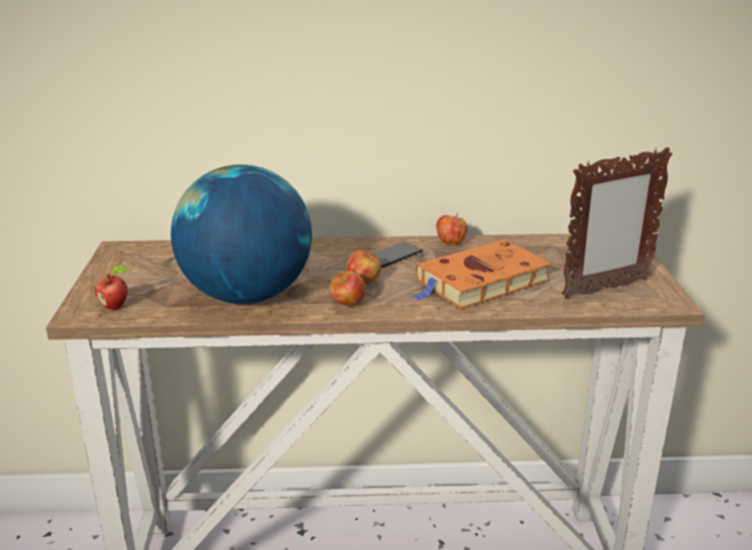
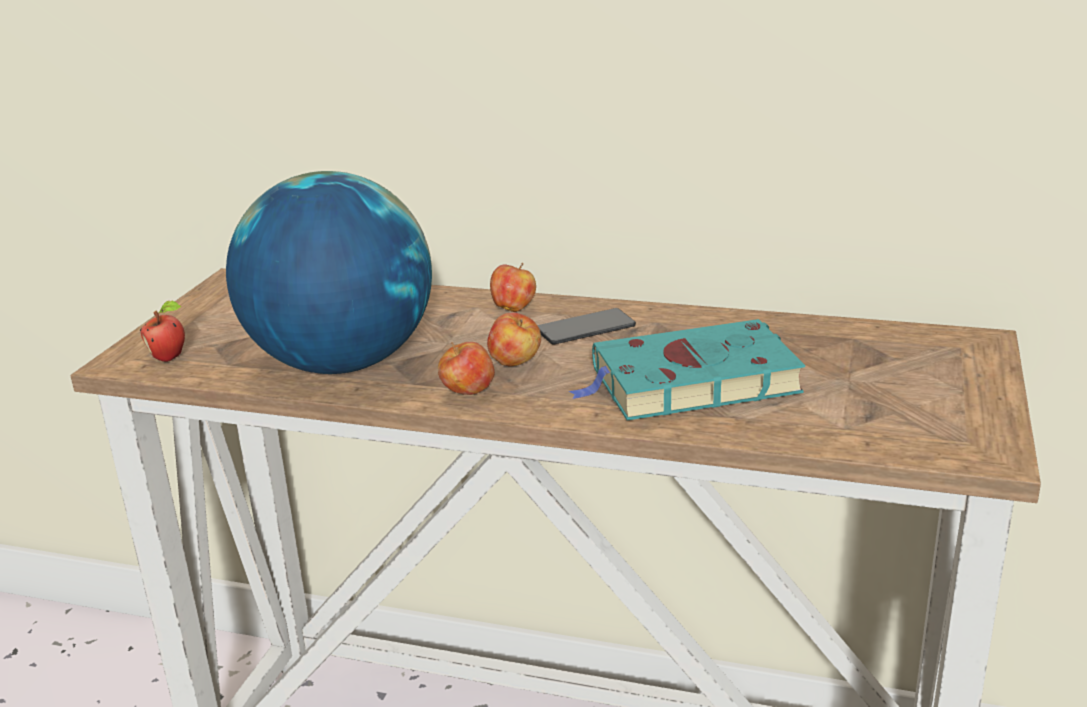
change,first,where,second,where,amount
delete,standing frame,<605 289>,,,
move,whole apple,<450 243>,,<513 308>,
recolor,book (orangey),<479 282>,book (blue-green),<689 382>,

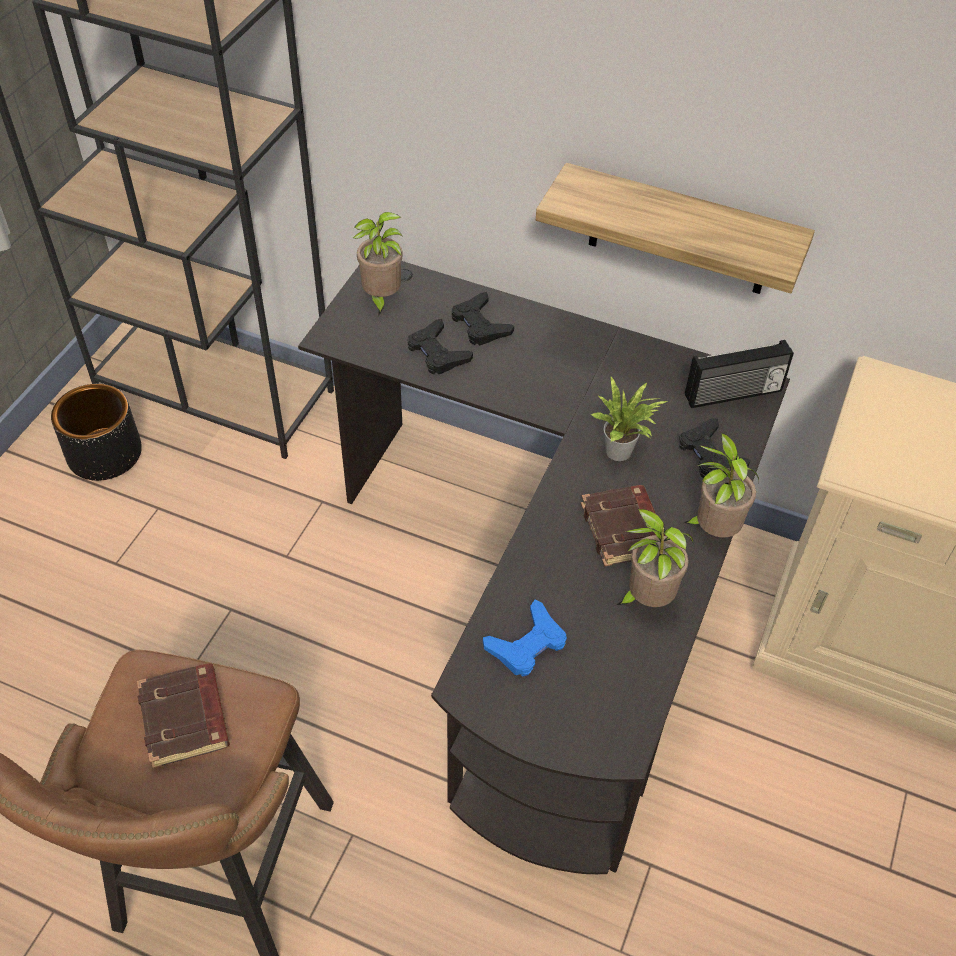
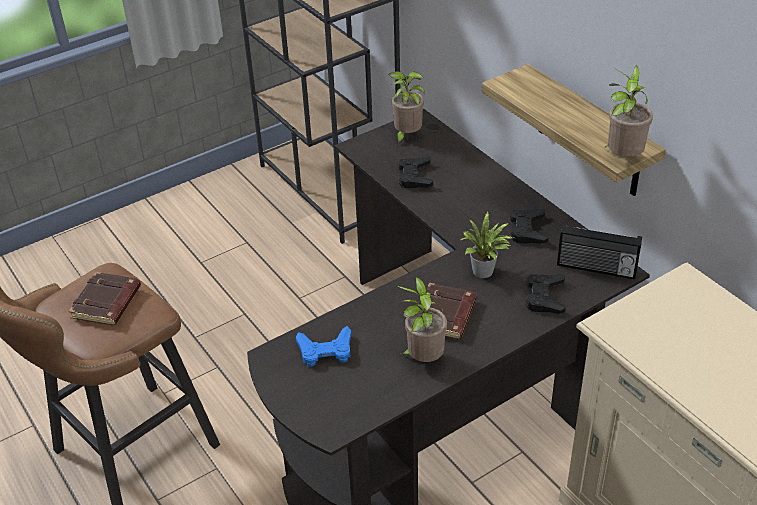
change,first,where,second,where,amount
delete,planter (black-coloured),<105 454>,,,
move,joypad (black-coloured),<480 325>,,<528 230>,
move,plant in a pot,<712 530>,,<622 158>,

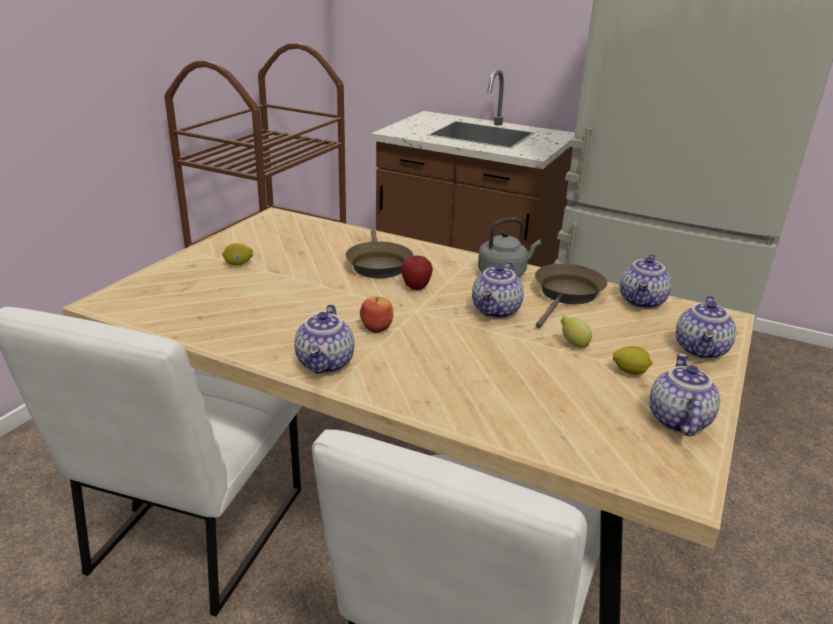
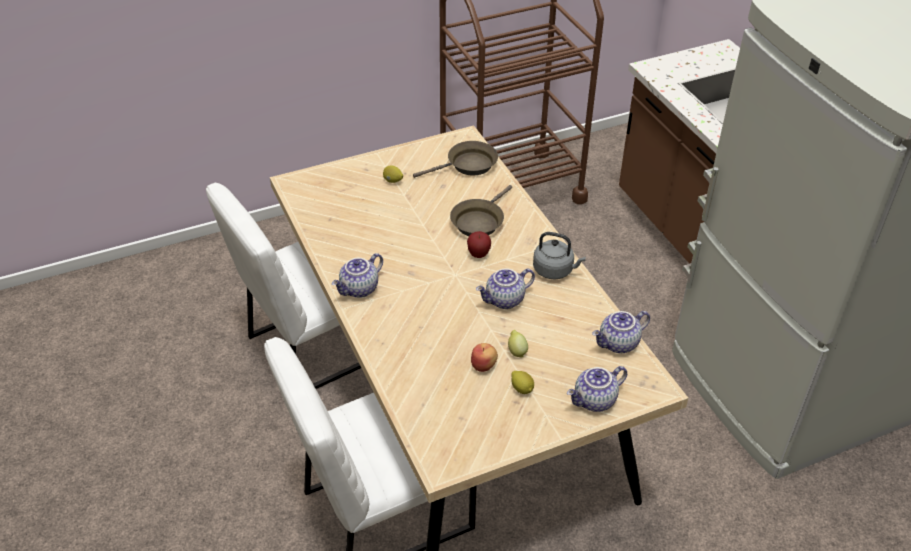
change,first,where,second,where,amount
delete,pot for tea,<676 420>,,,
move,whole apple,<377 327>,,<483 365>,
move,frying pan (brown-coloured),<567 295>,,<468 165>,

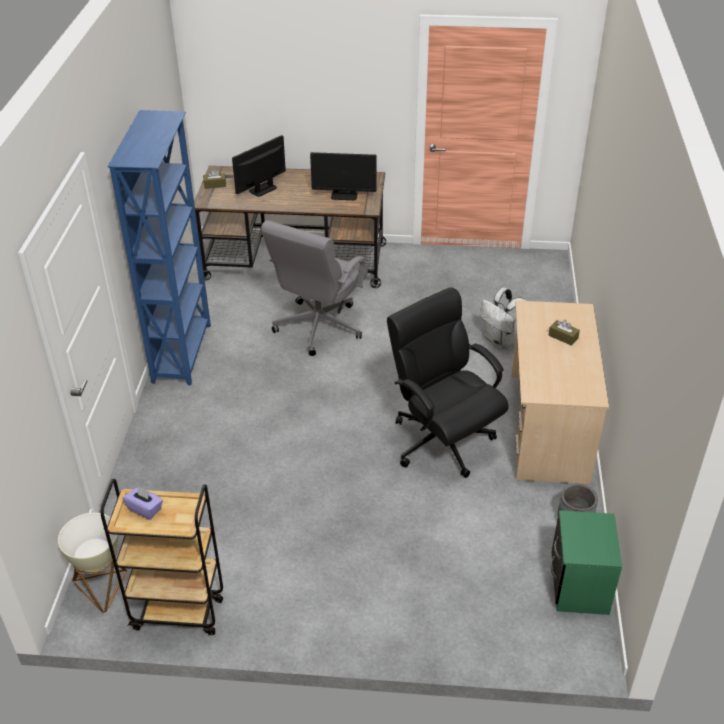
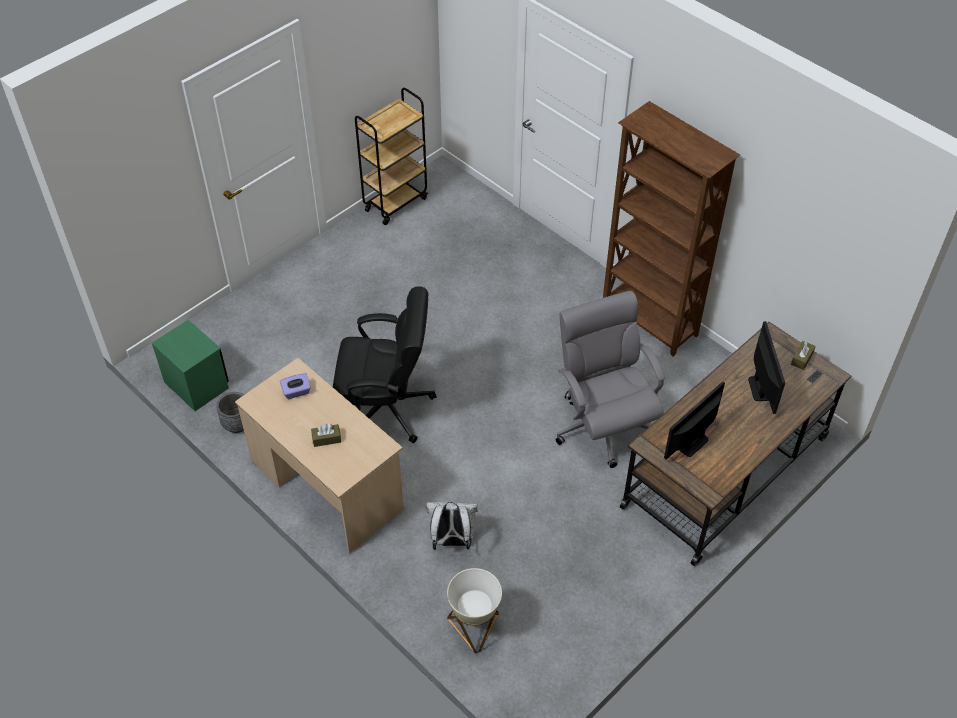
change,first,where,second,where,amount
move,planter,<103 587>,,<474 629>,
move,box of tissues (purplish),<145 509>,,<296 392>,
recolor,shelving unit (bluish),<183 353>,shelving unit (brown-coloured),<649 322>,

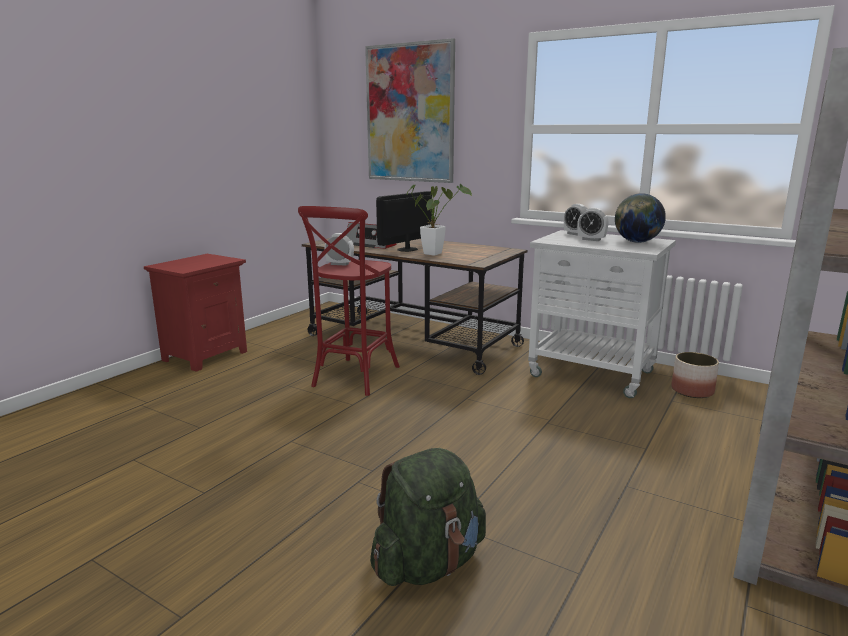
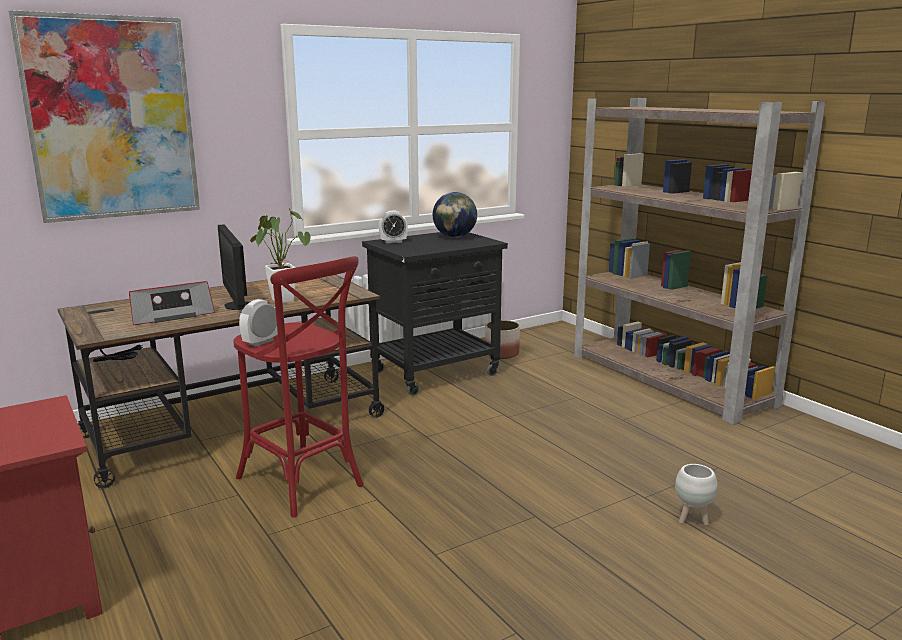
change,first,where,second,where,amount
delete,bedside clock,<591 239>,,,
replace,rucksack (green-coloured),<428 563>,planter (white-coloured),<692 520>,
recolor,wheeled cart (white-coloured),<592 375>,wheeled cart (black-coloured),<436 373>,

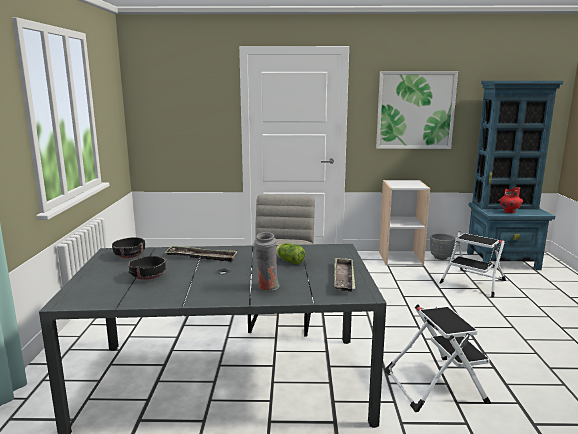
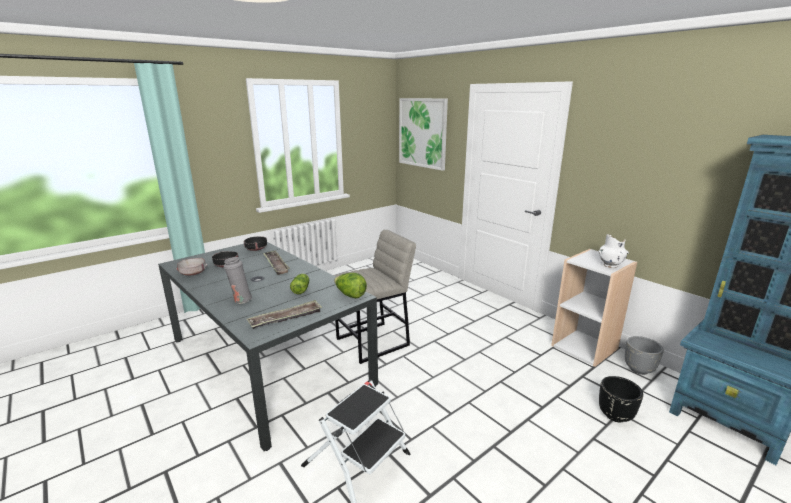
change,first,where,second,where,amount
delete,vase (red),<509 212>,,,
insert,,,bowl (grey),<192 273>,
insert,,,head of lettuce,<350 295>,
insert,,,vase (white-coloured),<610 265>,
move,wall picture,<415 110>,,<422 133>,
replace,stepladder,<474 282>,planter (black-coloured),<615 416>,

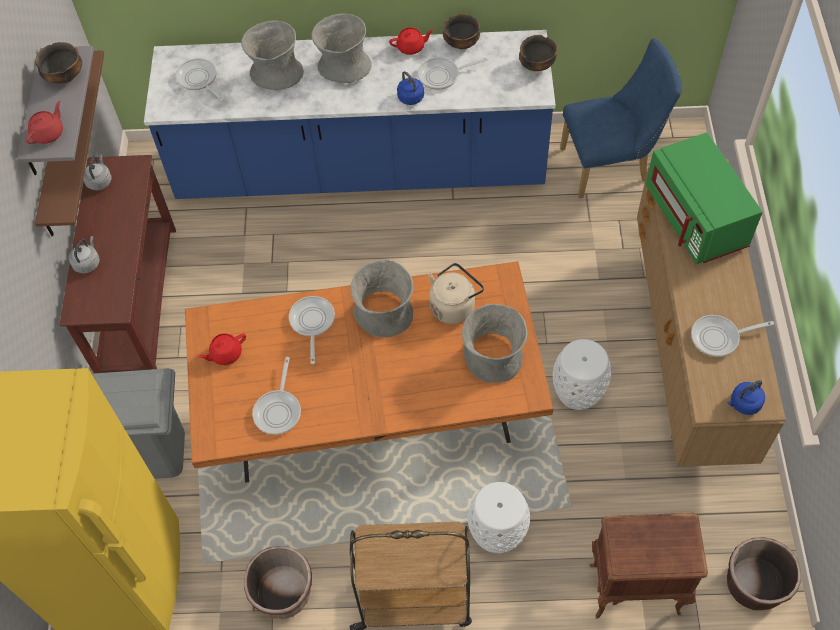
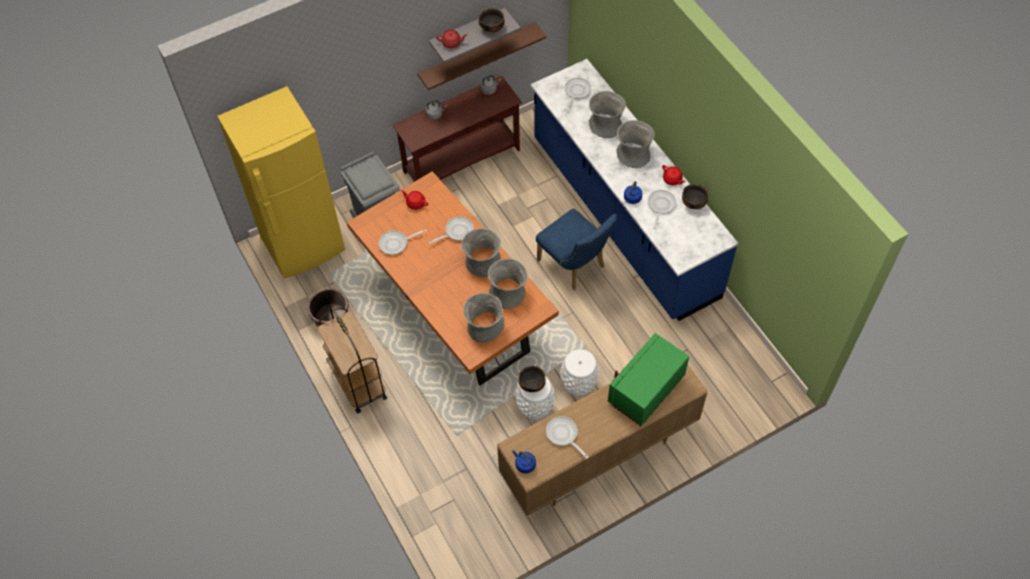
change,first,where,second,where,amount
delete,night table (brown-coloured),<634 589>,,,
delete,planter (brown-coloured),<754 584>,,,
move,stool seat (white-coloured),<497 532>,,<578 383>,
move,bowl,<536 65>,,<532 384>,
move,plain chair (bluish),<610 165>,,<574 266>,
replace,water kettle (beige-coloured),<454 306>,vase (grey),<508 292>,
rotate,frying pan,<442 76>,,<660 206>,60 degrees clockwise

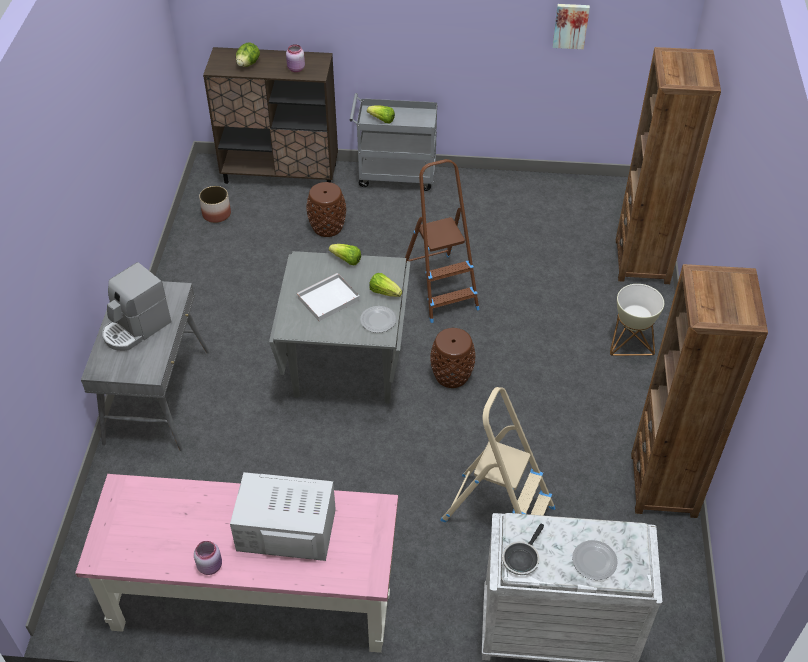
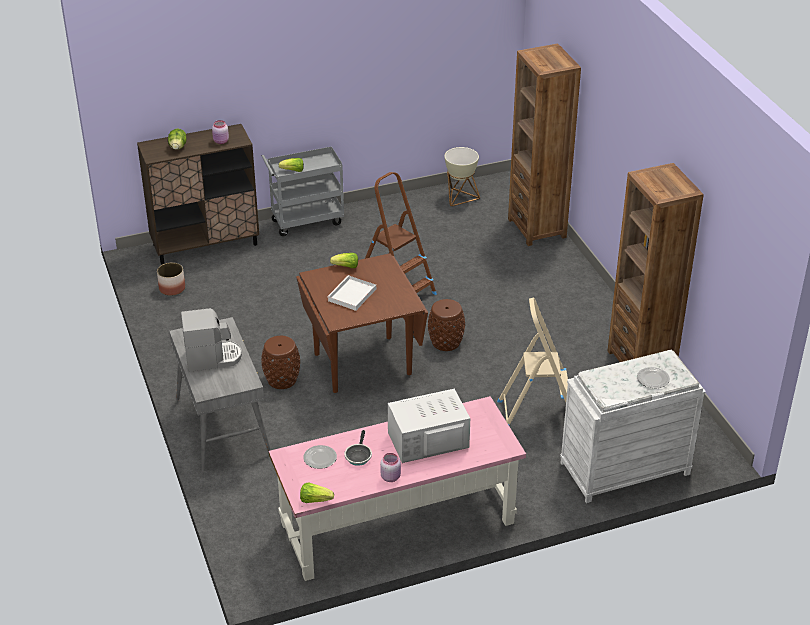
change,first,where,second,where,amount
delete,wall picture,<570 25>,,,
move,stool seat (brown-coloured),<327 227>,,<282 380>,
move,plate,<377 320>,,<319 458>,
move,head of lettuce,<384 292>,,<315 500>,
move,frying pan,<521 558>,,<358 455>,
move,planter,<630 344>,,<460 197>,
recolor,dinner table (grey),<346 370>,dinner table (brown-coloured),<362 363>,
rotate,coffee maker,<136 328>,,<213 358>,120 degrees counterclockwise

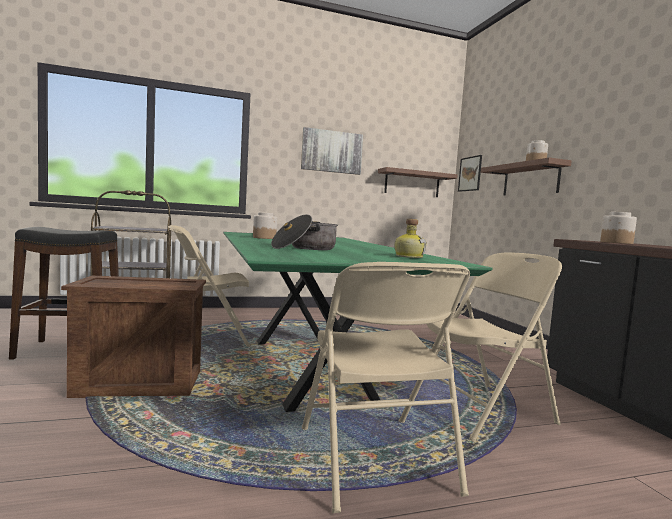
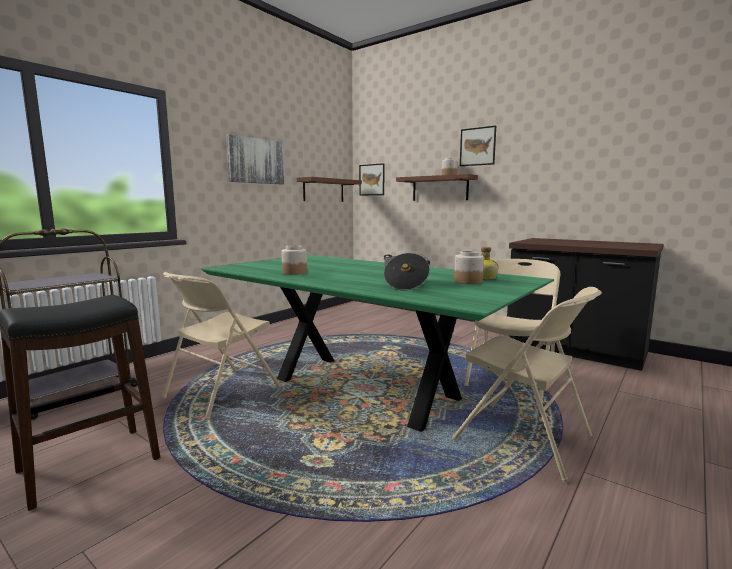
change,first,where,second,where,amount
delete,shipping crate,<141 383>,,,
insert,,,wall picture,<477 146>,
move,preserve jar,<616 242>,,<467 282>,

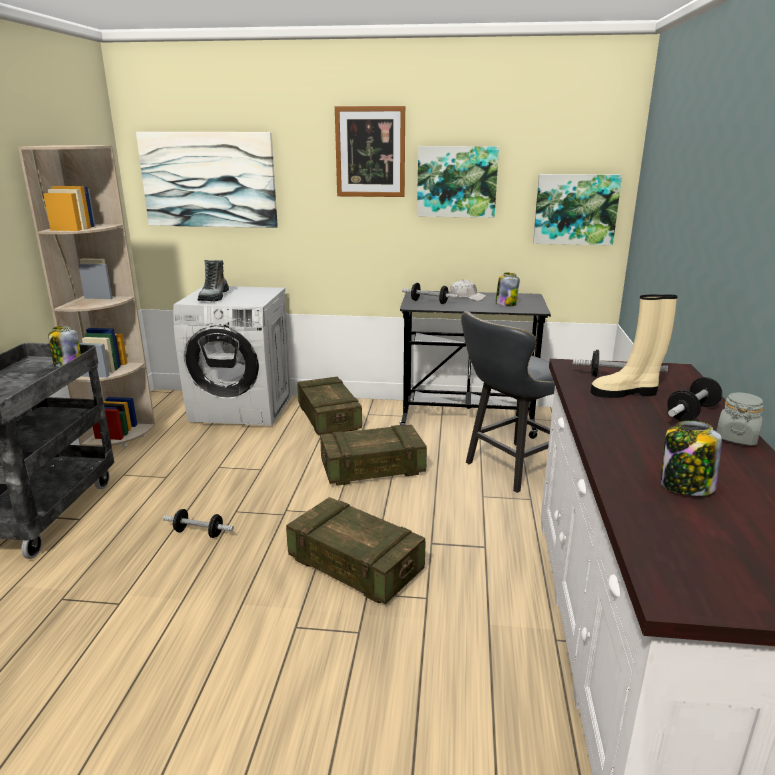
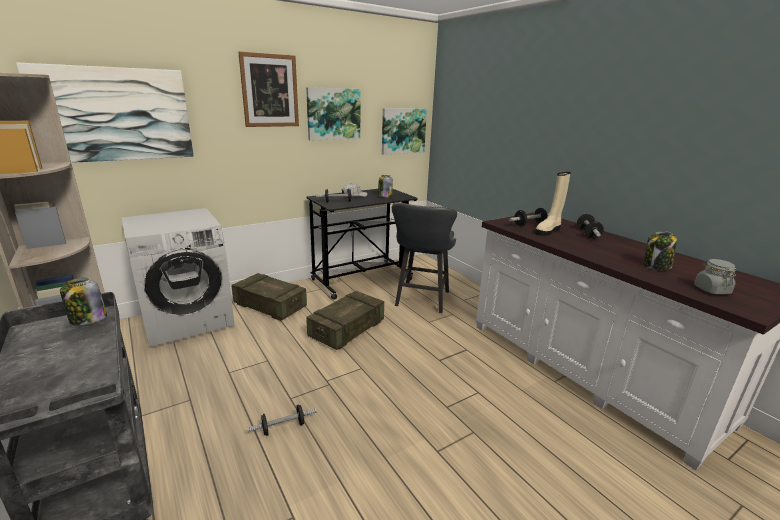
change,first,where,second,where,amount
delete,high-top boot,<214 297>,,,
delete,shipping crate,<355 566>,,,
move,preserve jar (grey),<736 437>,,<711 290>,

